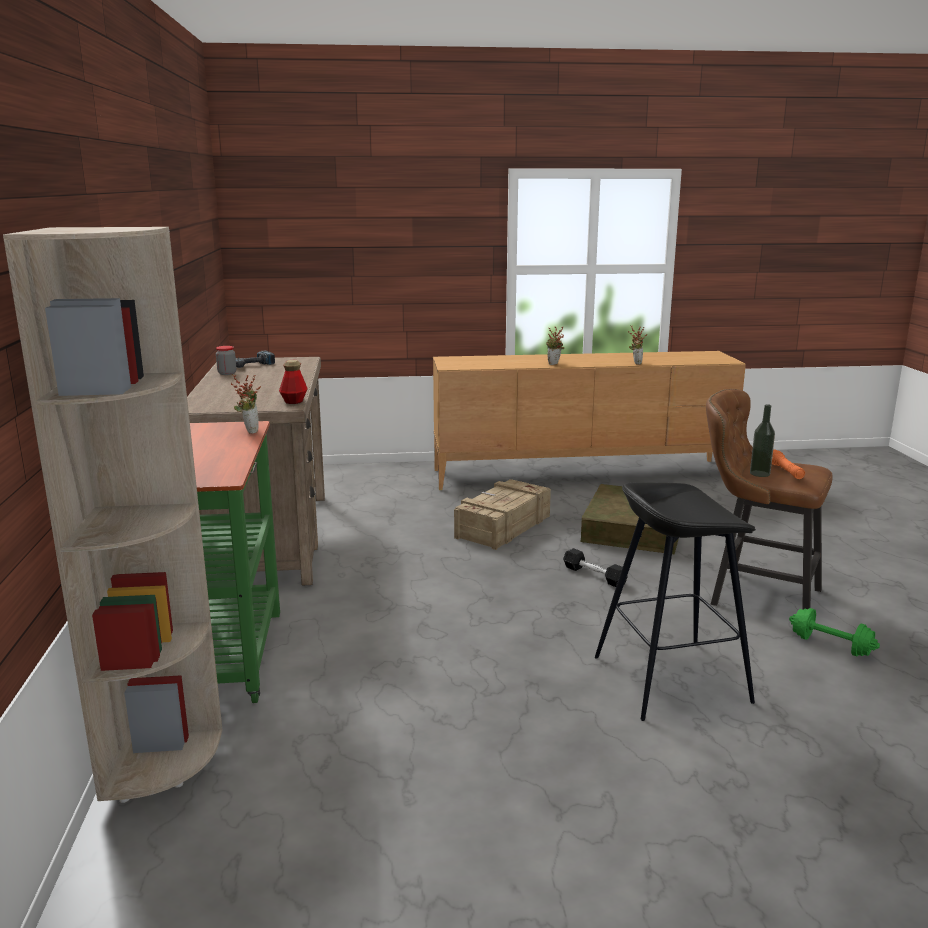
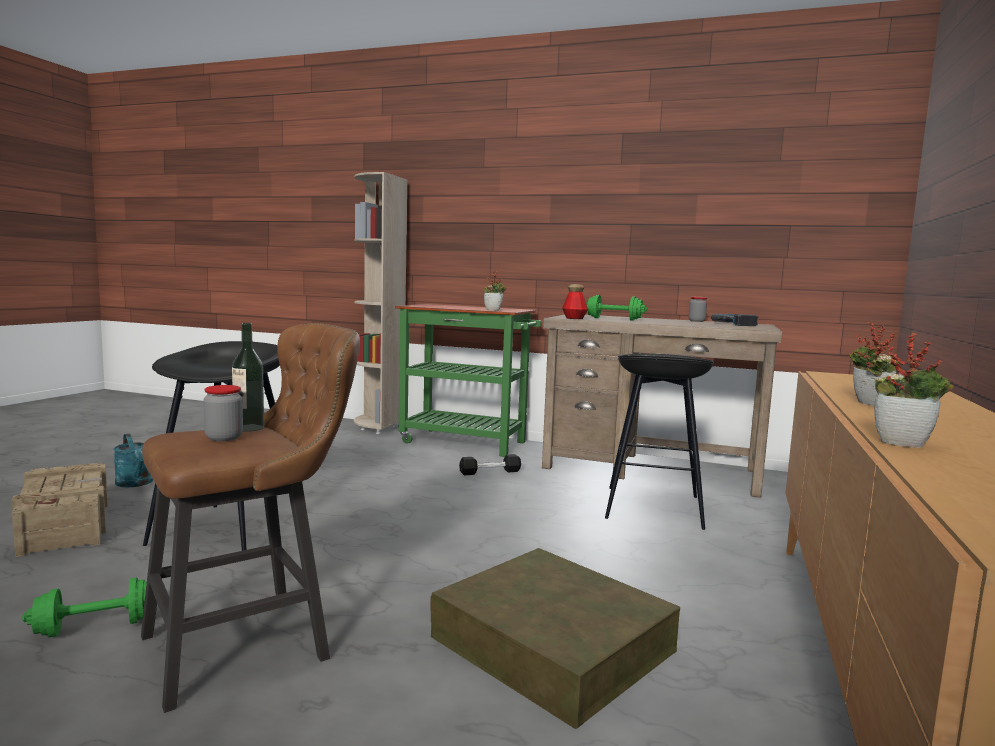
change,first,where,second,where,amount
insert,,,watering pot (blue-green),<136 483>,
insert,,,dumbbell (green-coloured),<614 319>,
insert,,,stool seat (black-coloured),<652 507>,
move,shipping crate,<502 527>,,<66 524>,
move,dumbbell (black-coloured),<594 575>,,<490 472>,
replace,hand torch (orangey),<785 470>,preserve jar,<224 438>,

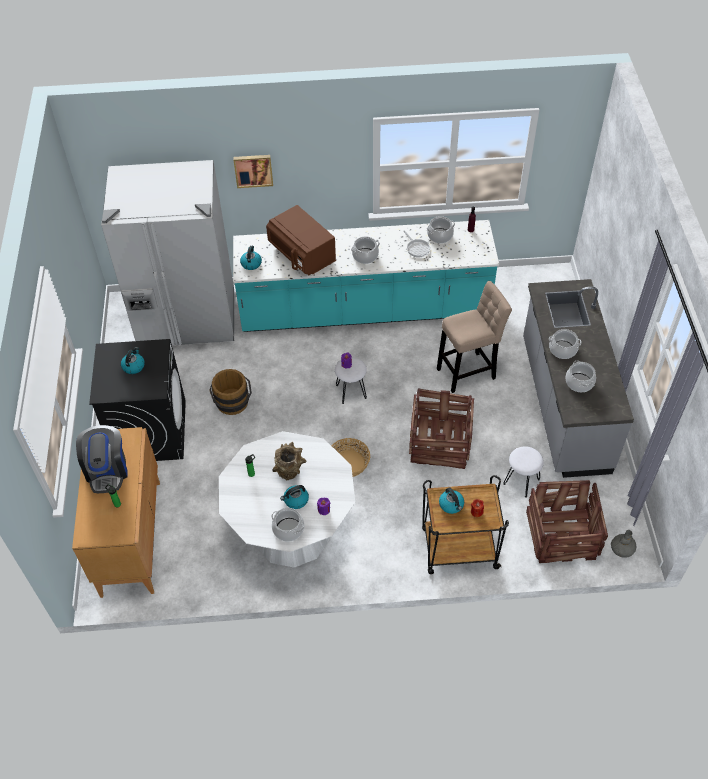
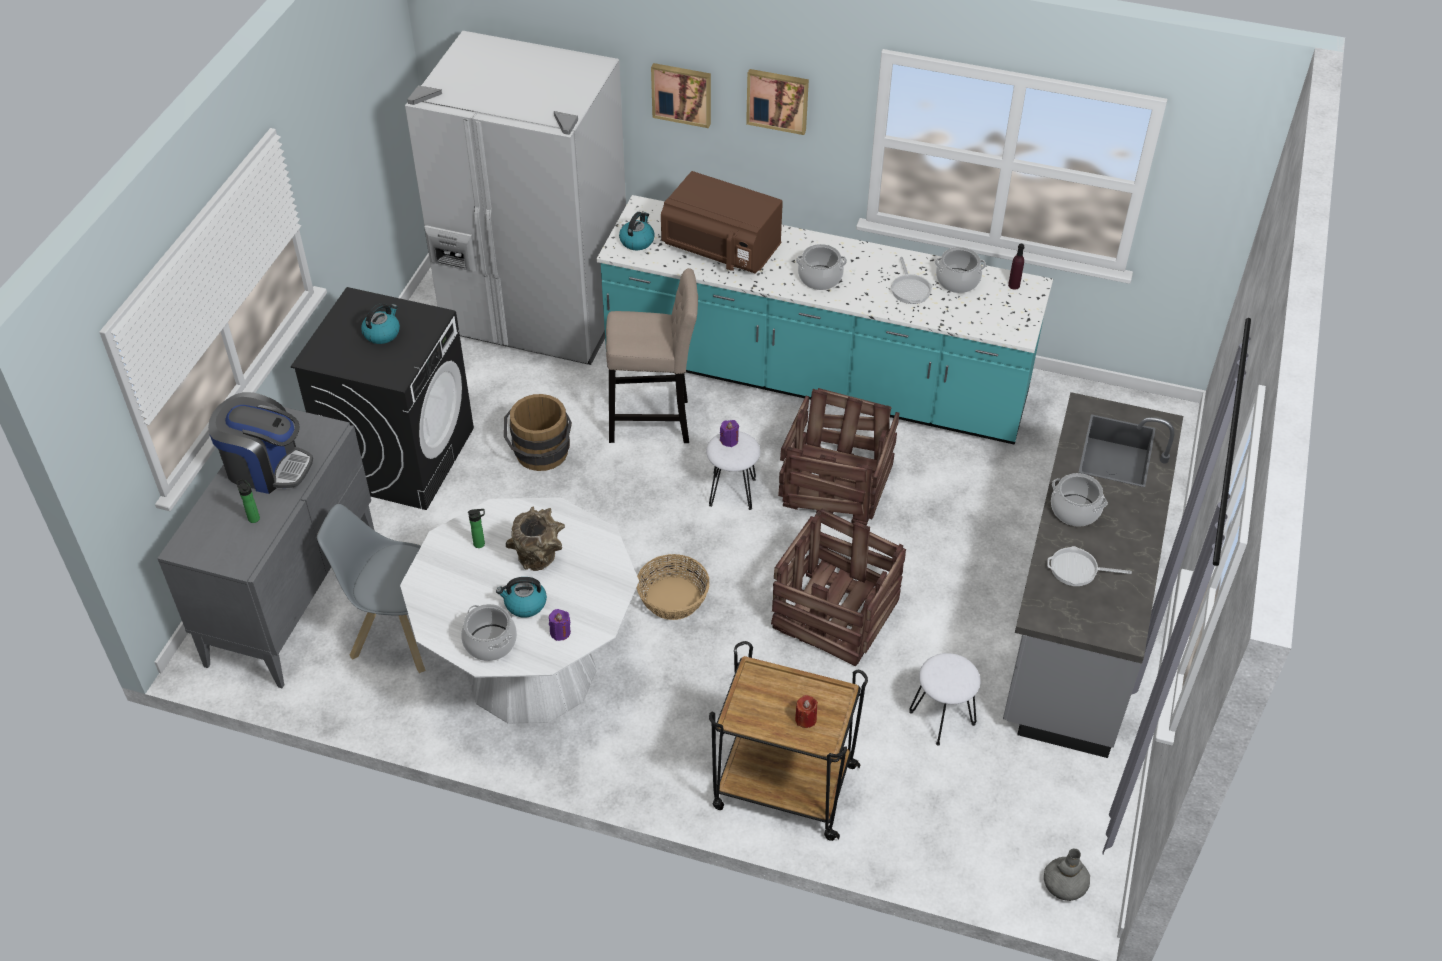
change,first,where,second,where,amount
delete,water kettle,<451 505>,,,
insert,,,plain chair (grey),<398 632>,
insert,,,wall picture,<778 100>,
move,stool seat (beige-coloured),<469 372>,,<654 422>,
move,shipping crate,<562 535>,,<837 485>,
replace,saucepot,<579 382>,frying pan,<1077 570>,
recolor,cabinet (brown-coloured),<131 537>,cabinet (grey),<293 597>,
rotate,coffee maker,<107 470>,,<266 467>,90 degrees counterclockwise
rotate,kitchen microwave (brown-coloured),<302 255>,,<721 250>,45 degrees counterclockwise

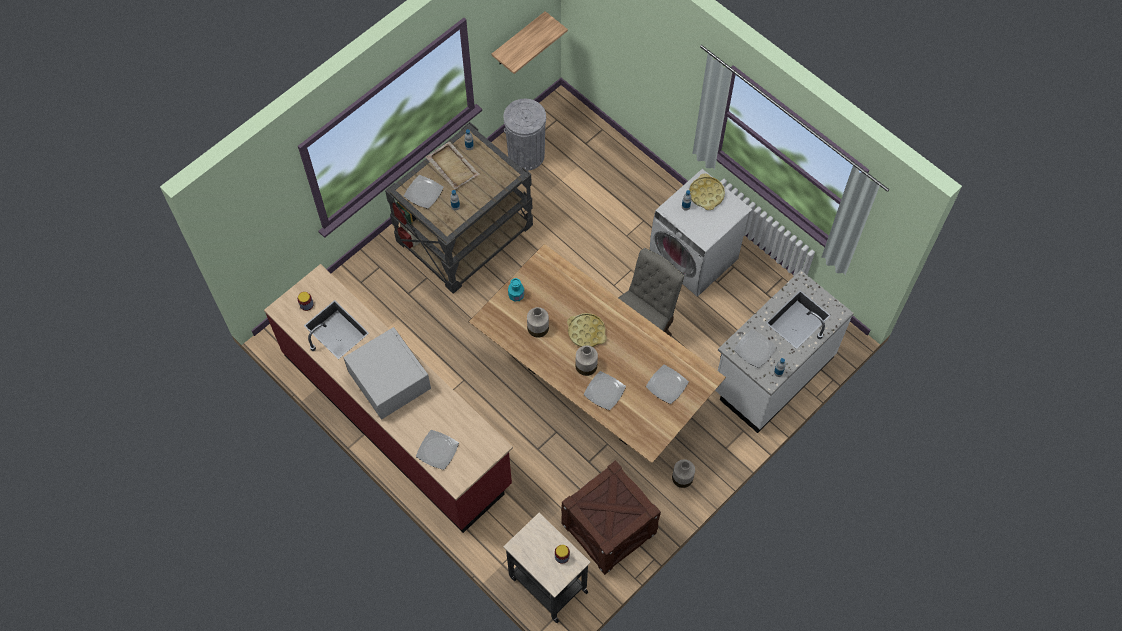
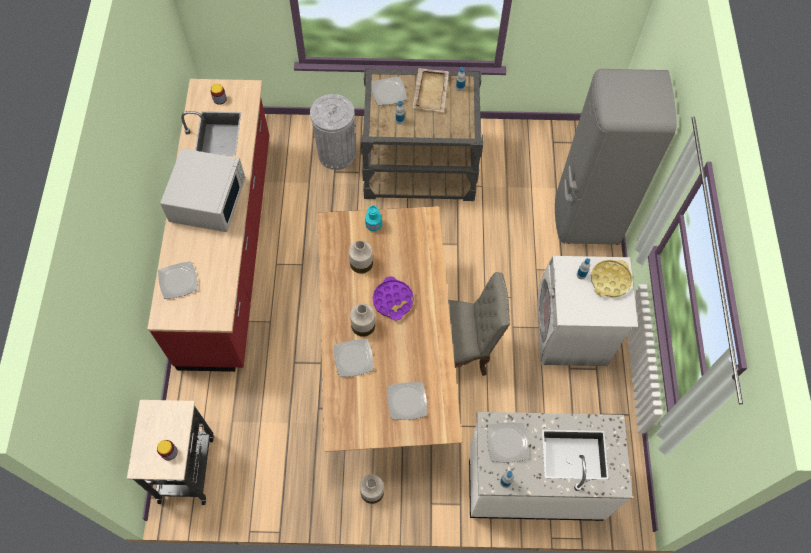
change,first,where,second,where,amount
delete,bracket shelf,<518 40>,,,
delete,shipping crate,<609 528>,,,
insert,,,refrigerator (grey),<585 218>,
move,waste bin (grey),<526 155>,,<336 154>,
recolor,carrying tray (yellow-coloured),<586 332>,carrying tray (purplish),<393 300>,

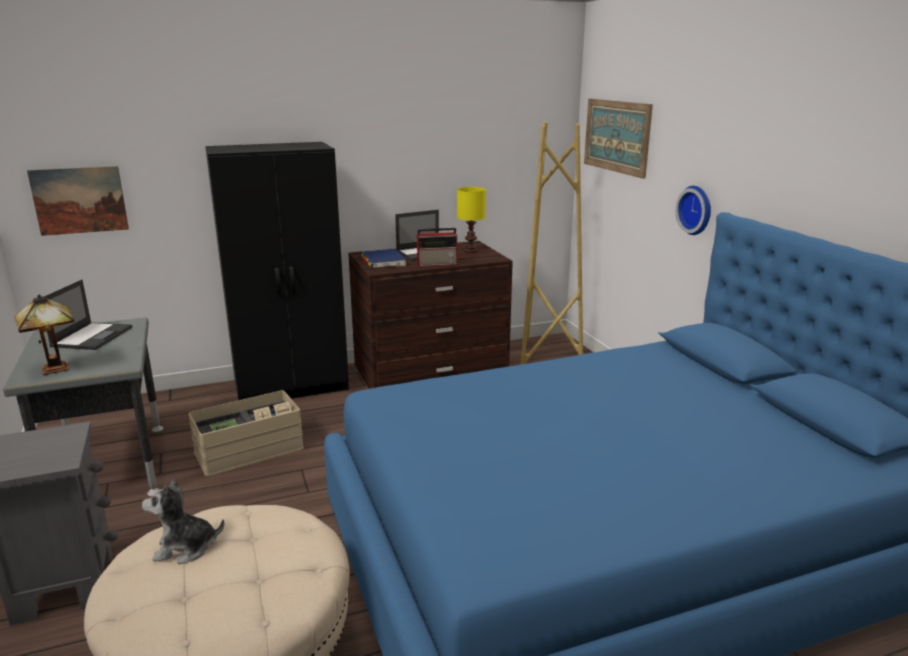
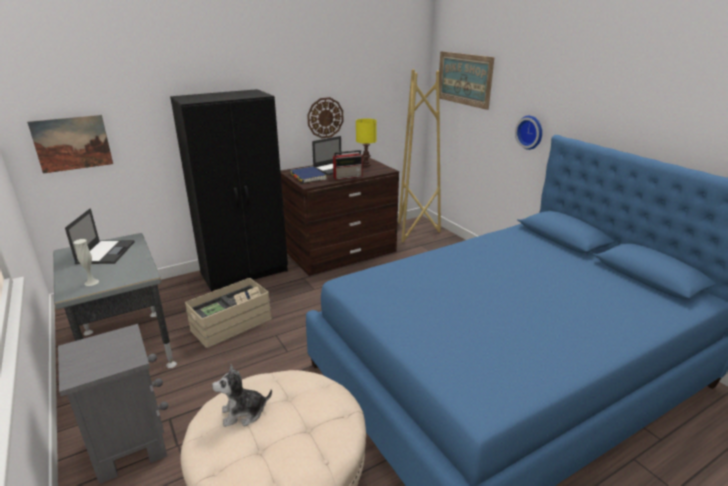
change,first,where,second,where,amount
insert,,,hanging clock,<325 118>,
replace,lamp for a table,<57 369>,vase (white-coloured),<91 282>,

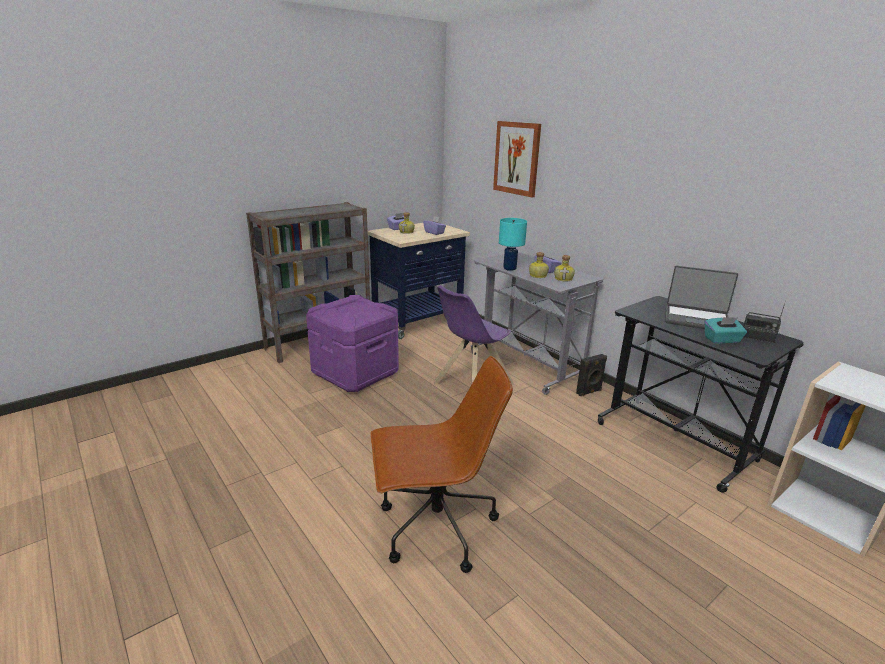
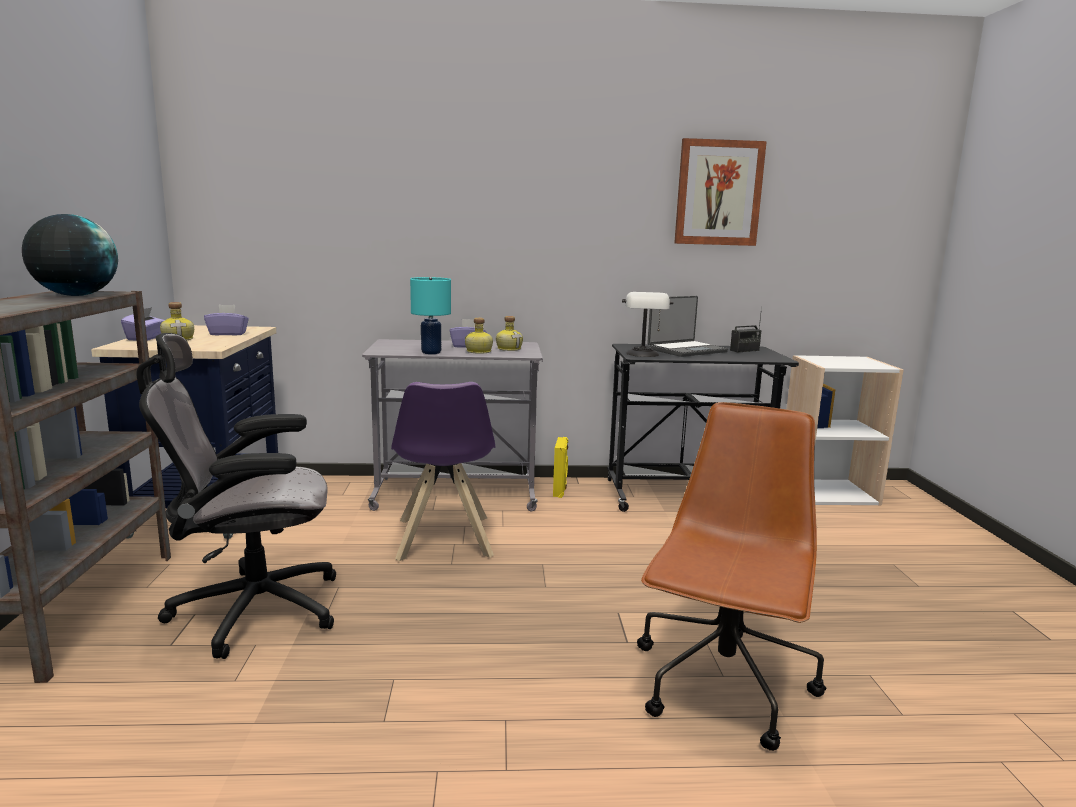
change,first,where,second,where,amount
delete,box of tissues (blue-green),<722 340>,,,
insert,,,desk globe,<76 295>,
insert,,,lamp for a table,<644 355>,
move,wall picture,<517 158>,,<718 193>,
replace,storage container (purplish),<355 373>,office chair,<256 611>,
recolor,audio speaker (black-coloured),<589 392>,audio speaker (yellow-coloured),<560 490>,

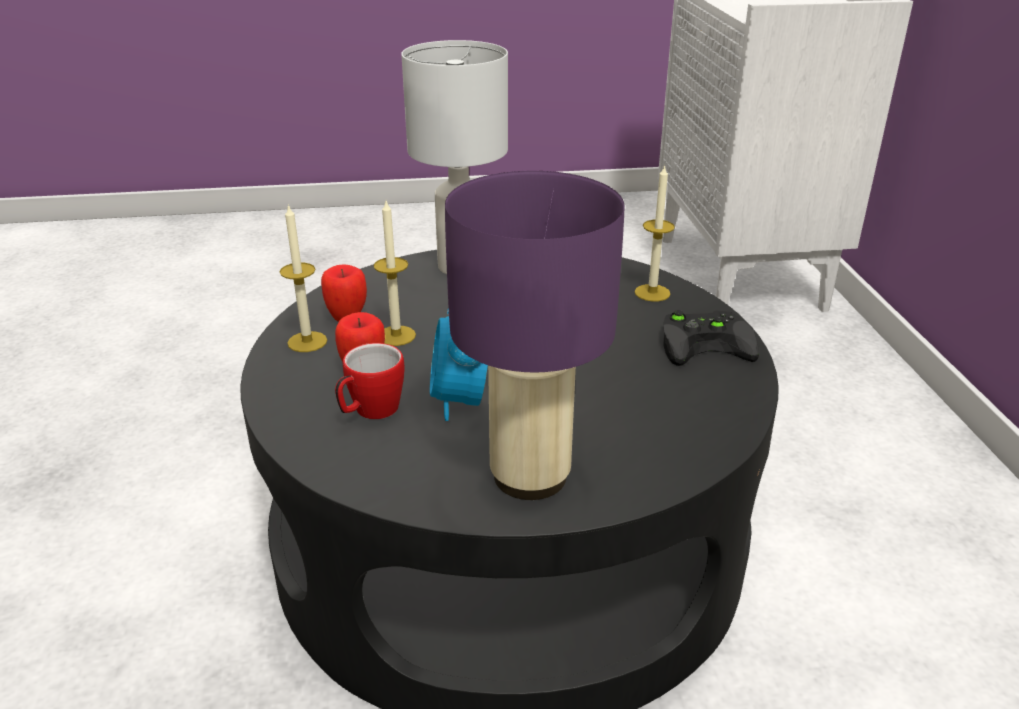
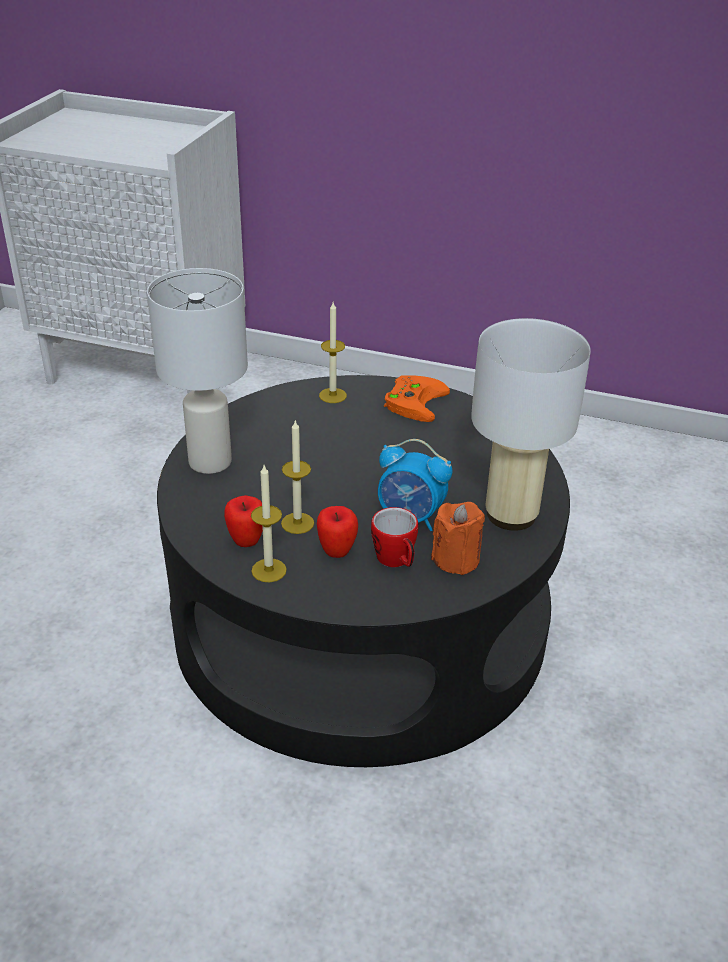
change,first,where,second,where,amount
insert,,,wax light (orangey),<456 559>,
recolor,lamp for a table (purplish),<528 475>,lamp for a table (white-coloured),<509 515>,
recolor,joypad (black-coloured),<707 342>,joypad (orangey),<413 400>,

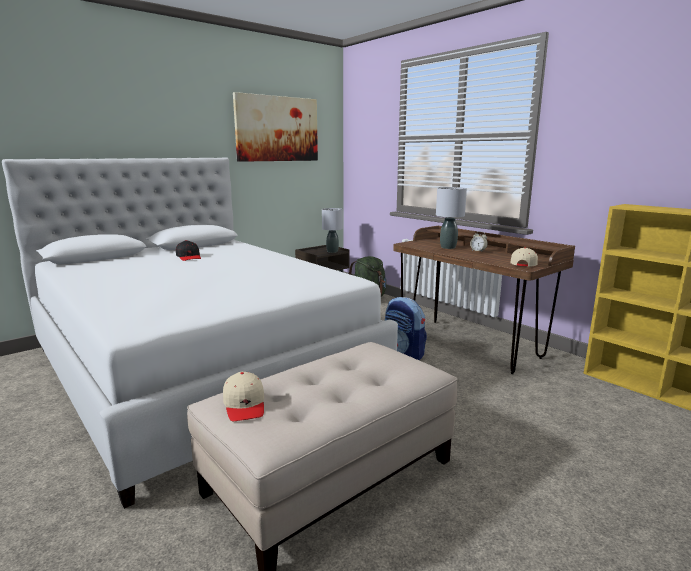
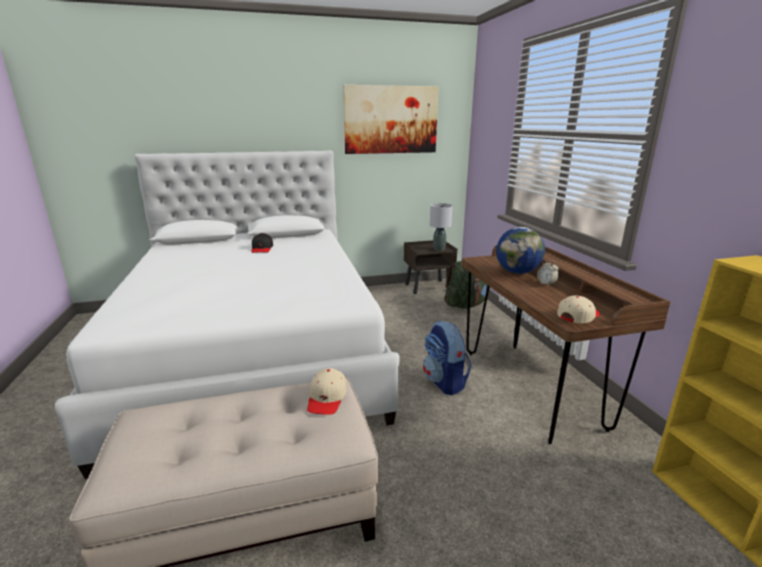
change,first,where,second,where,amount
move,baseball cap (beige-coloured),<245 404>,,<327 398>,
replace,lamp for a table (grey),<448 247>,desk globe,<517 272>,

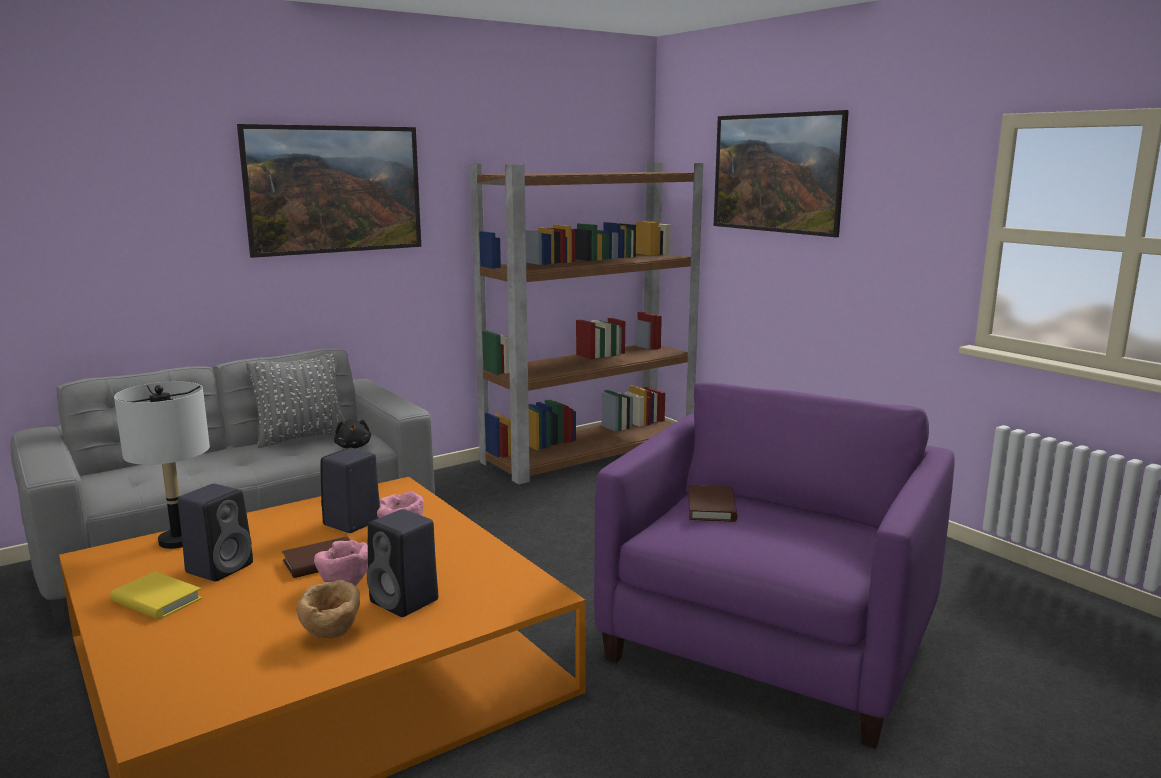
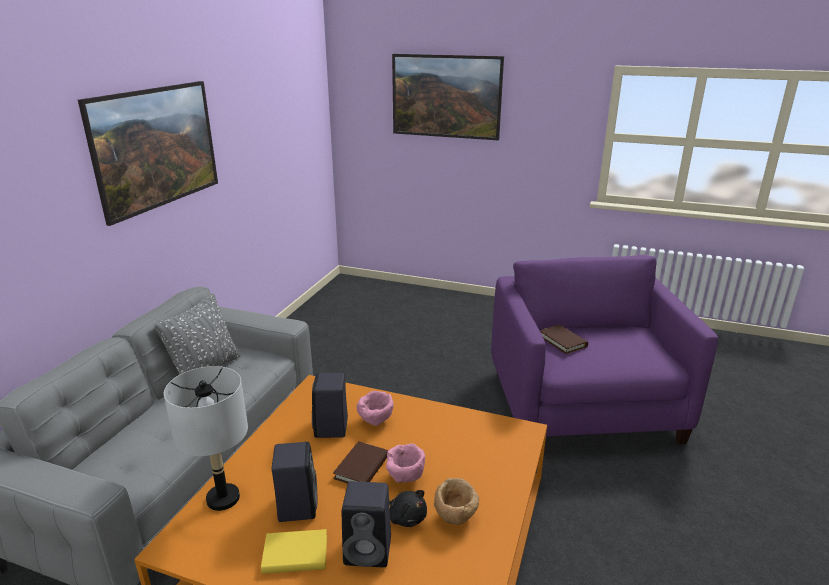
change,first,where,second,where,amount
delete,shelving unit (brown-coloured),<590 451>,,,
move,cuddly toy (black-coloured),<353 447>,,<406 517>,
move,audio speaker (black-coloured),<406 602>,,<369 550>,

